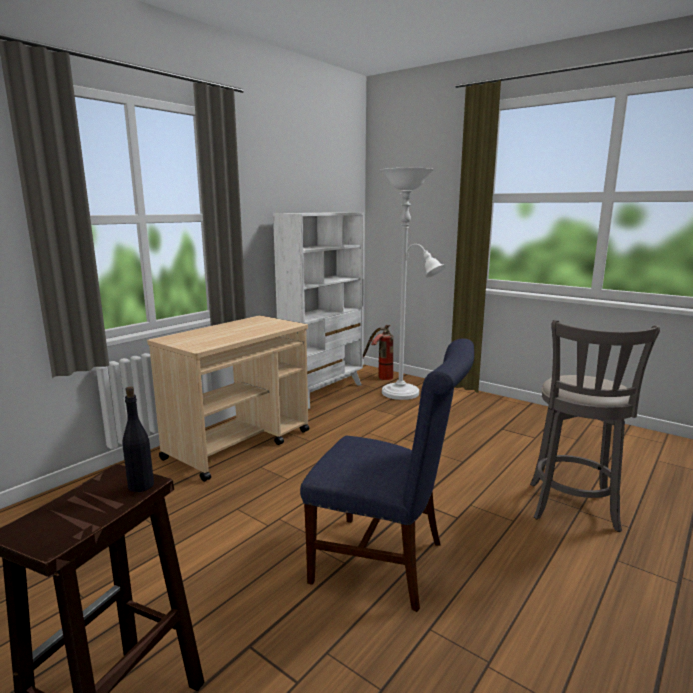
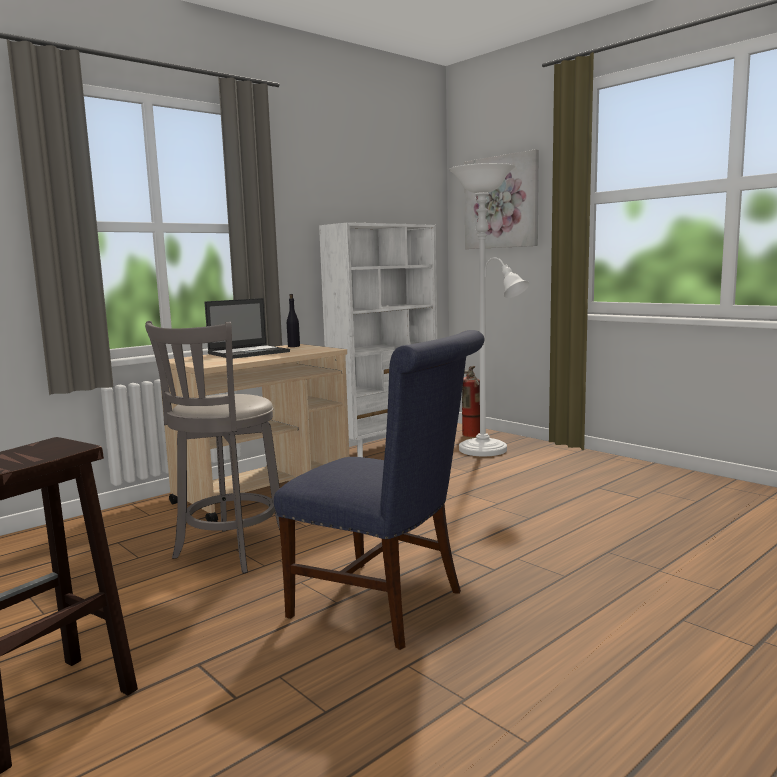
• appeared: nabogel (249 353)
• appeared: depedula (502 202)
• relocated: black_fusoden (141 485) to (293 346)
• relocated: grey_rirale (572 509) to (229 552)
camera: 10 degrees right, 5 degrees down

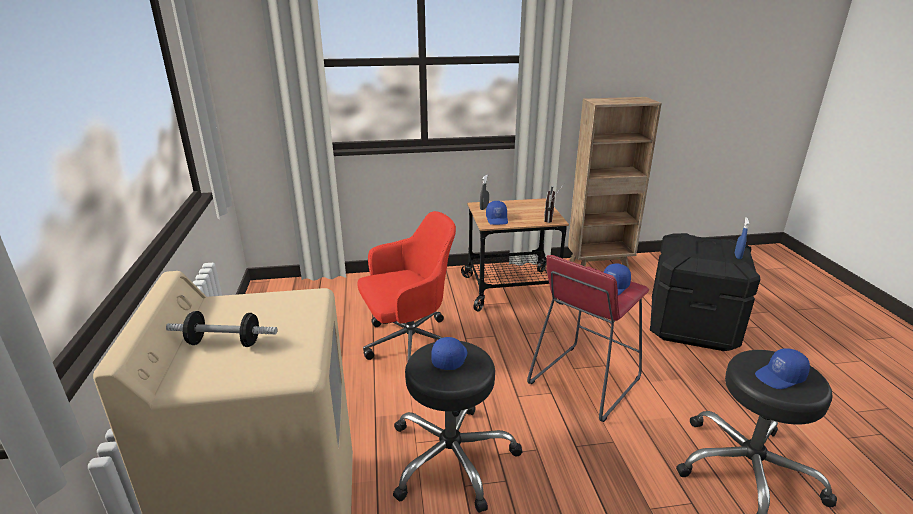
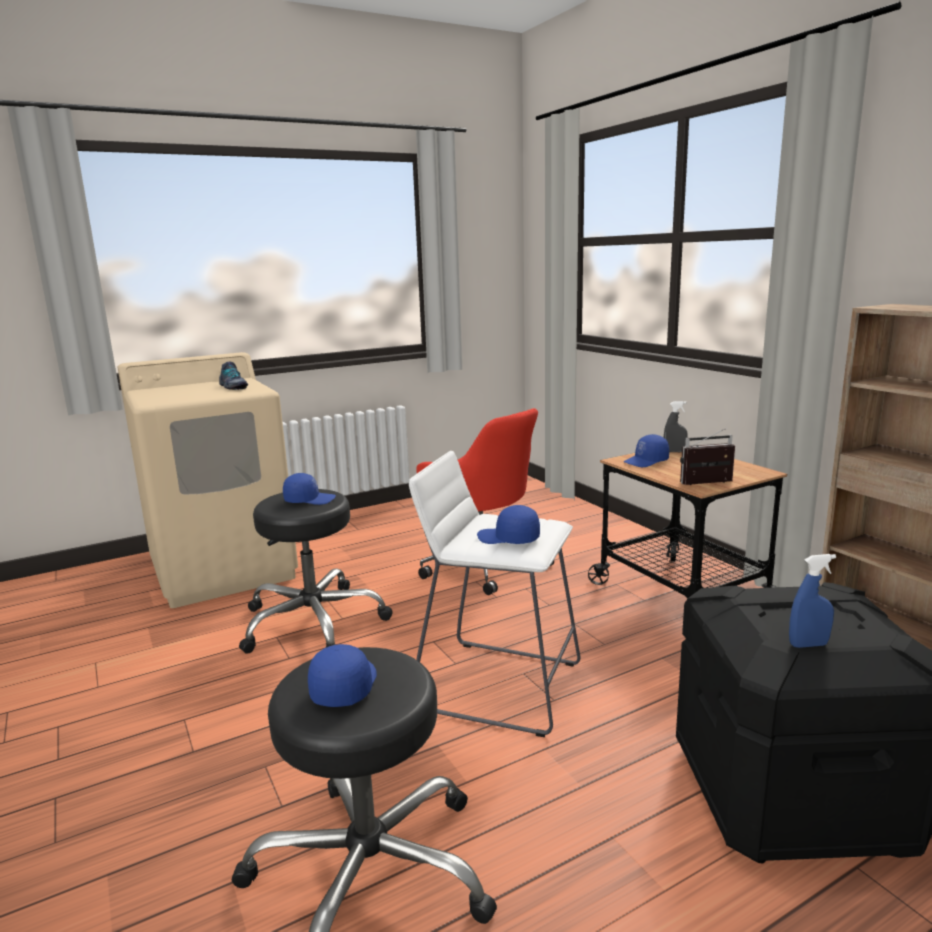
• missing: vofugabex (225 342)
• appeared: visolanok (233 387)
• colour: red_rirale (584 381) to white_rirale (498 686)
• spun: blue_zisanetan (780 377) = (343 686) 45 degrees clockwise
camera: 70 degrees right, 10 degrees down

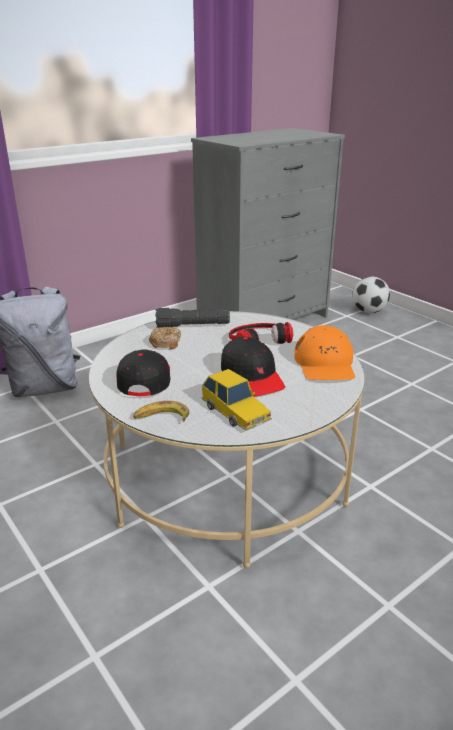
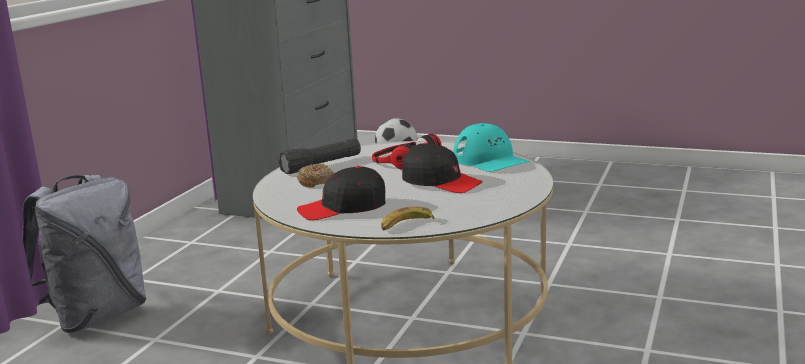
• missing: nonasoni (236 412)
• colour: orange_zisanetan (325 364) to turquoise_zisanetan (490 160)
• spun: black_zisanetan (145 380) = (343 208) 75 degrees counterclockwise
camera: 30 degrees left, 10 degrees down

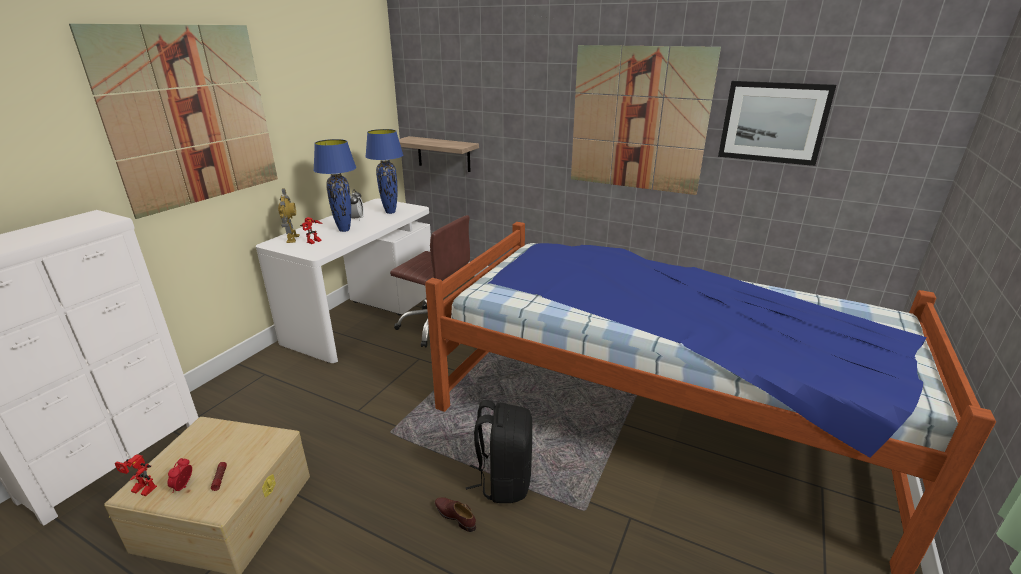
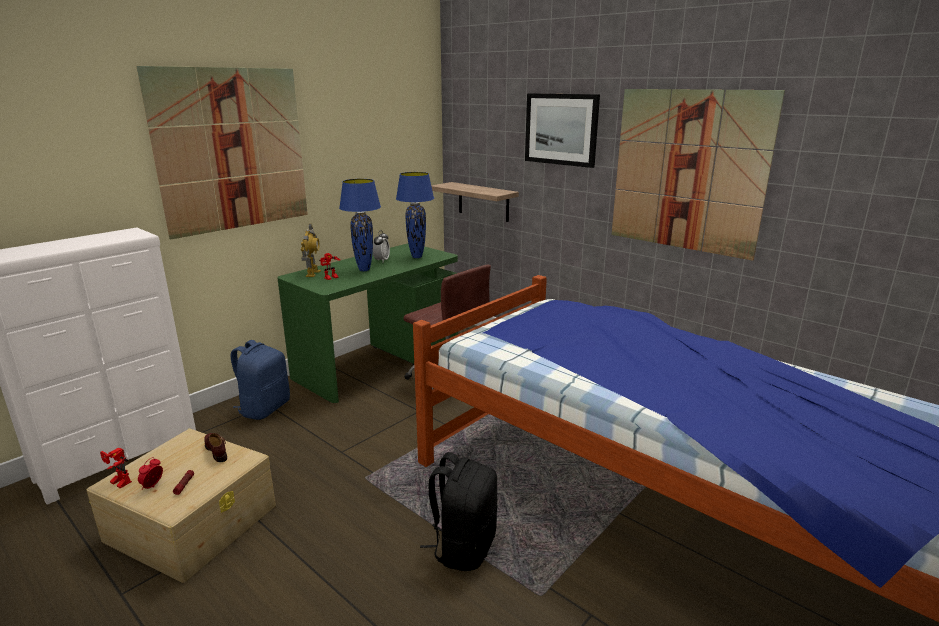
• appeared: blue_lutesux (264 408)
• relocated: brown_visolanok (455 516) to (216 450)
• relocated: depedula (773 122) to (561 129)
• colour: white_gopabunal (363 316) to green_gopabunal (378 362)
camera: 15 degrees right, 5 degrees down

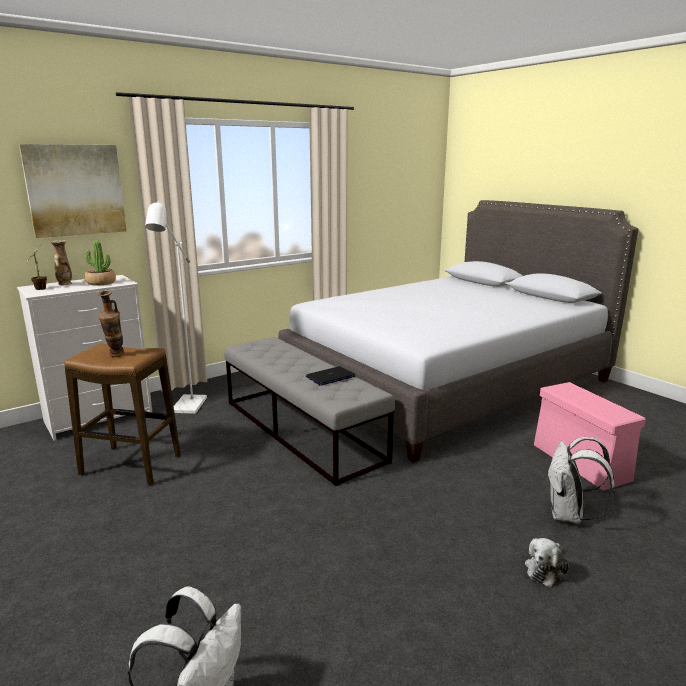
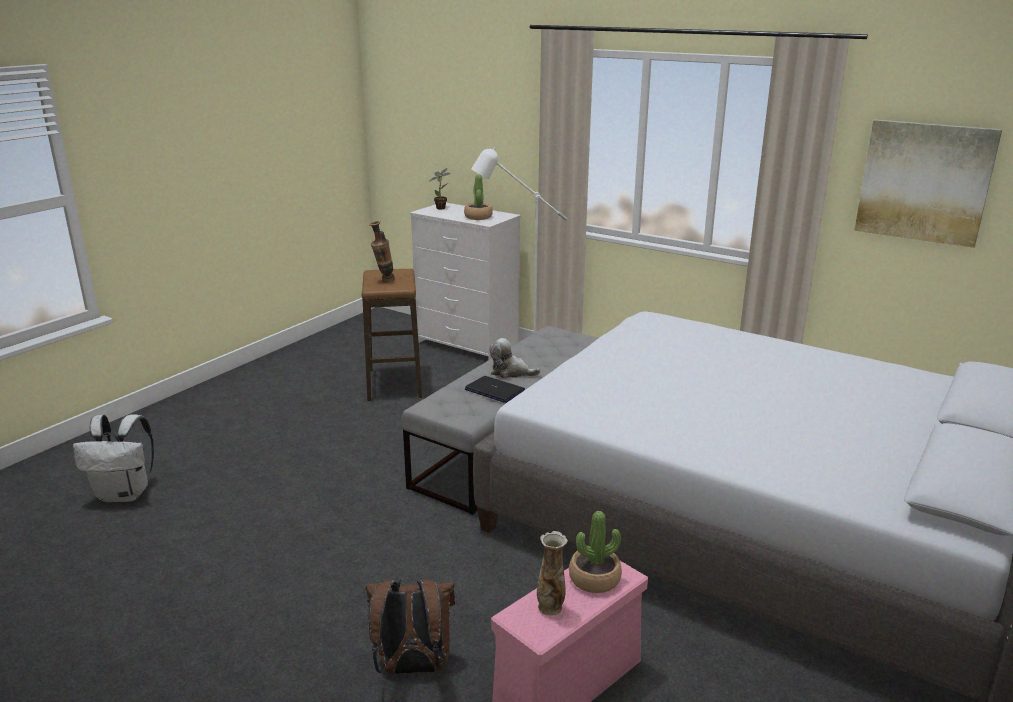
• appeared: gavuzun (594 579)
• relocated: depedula (75 190) to (924 182)
• relocated: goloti (65 284) to (550 607)
• relocated: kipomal (545 569) to (511 372)
• colour: white_lutesux (569 515) to brown_lutesux (412 667)
camera: 70 degrees right, 5 degrees up

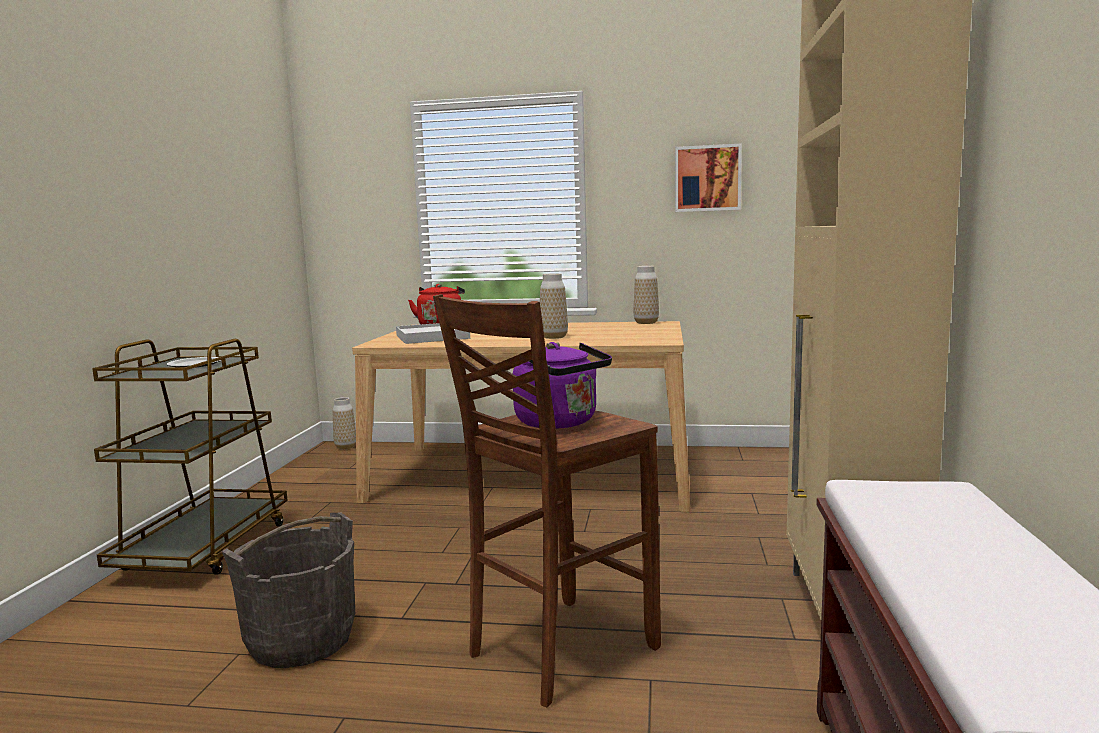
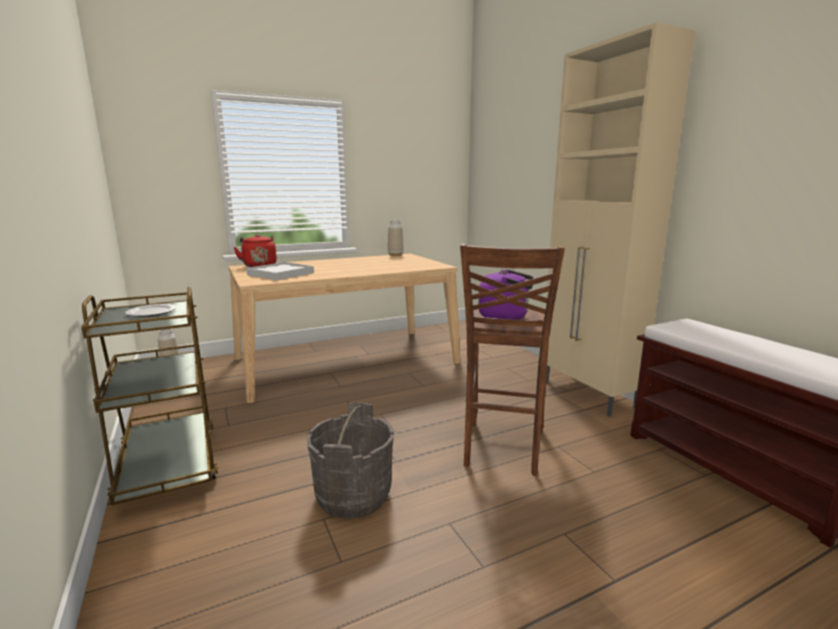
• missing: goloti (554 337)
• missing: depedula (707 178)
camera: 35 degrees left, 5 degrees up

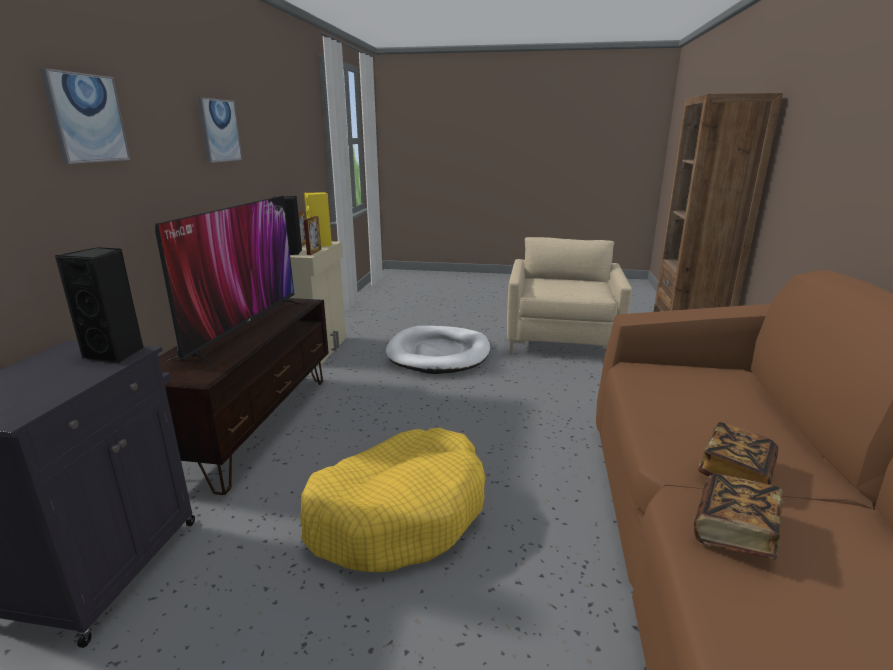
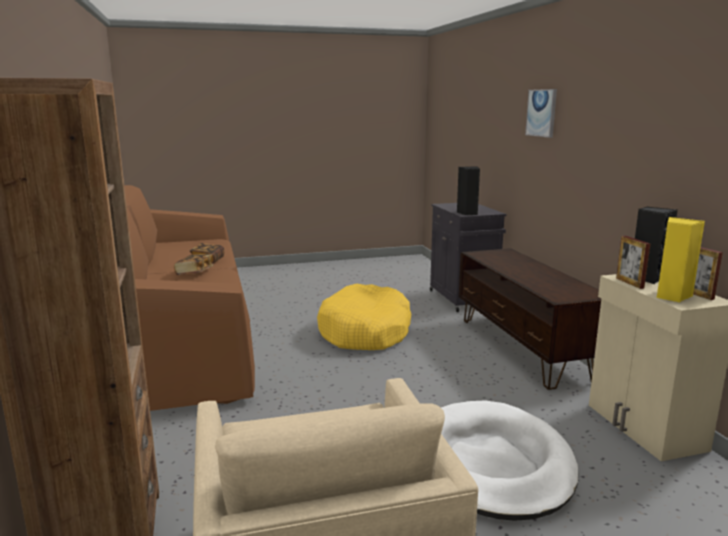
• missing: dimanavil (244 328)
• missing: depedula (219 130)
camera: 155 degrees right, 5 degrees down

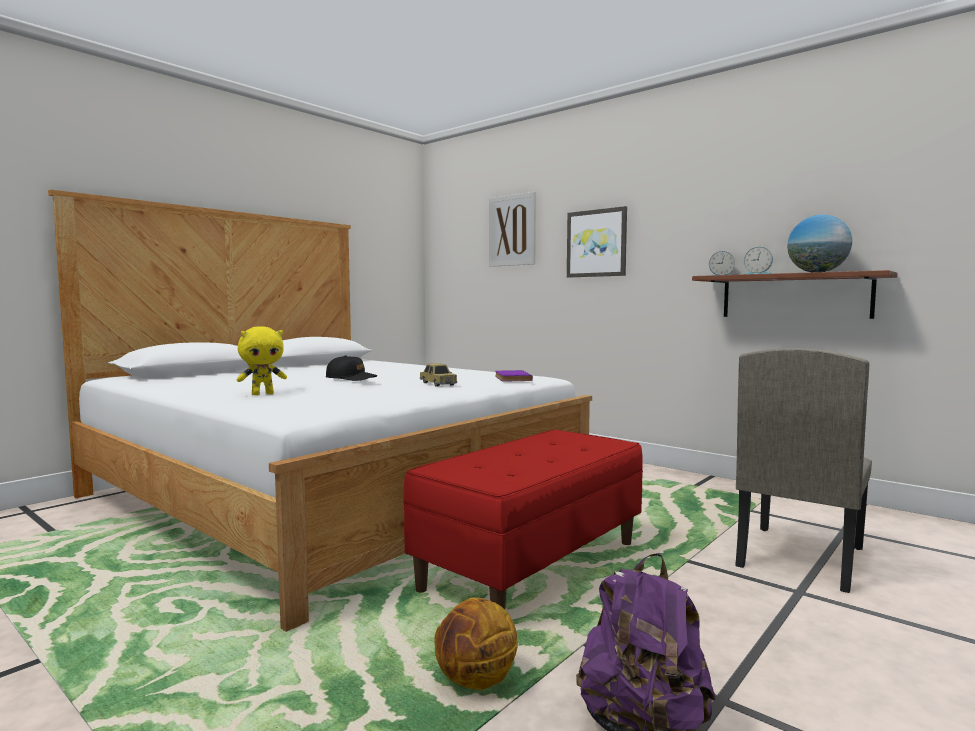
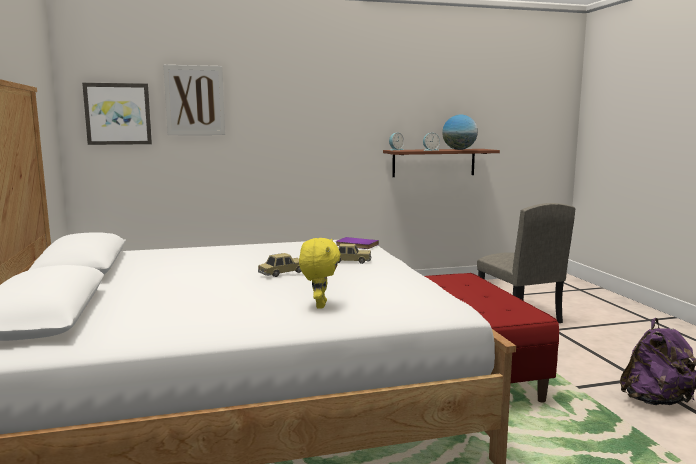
• missing: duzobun (476 681)
• relocated: depedula (596 243) to (118 114)
• exchanged: black_zisanetan (351 378) to nonasoni (282 273)
camera: 55 degrees left, 5 degrees up

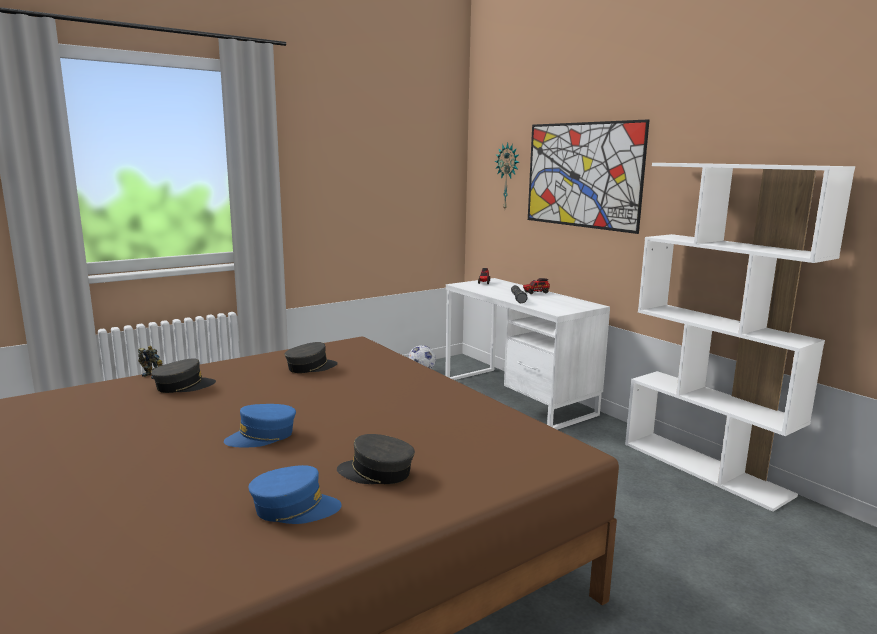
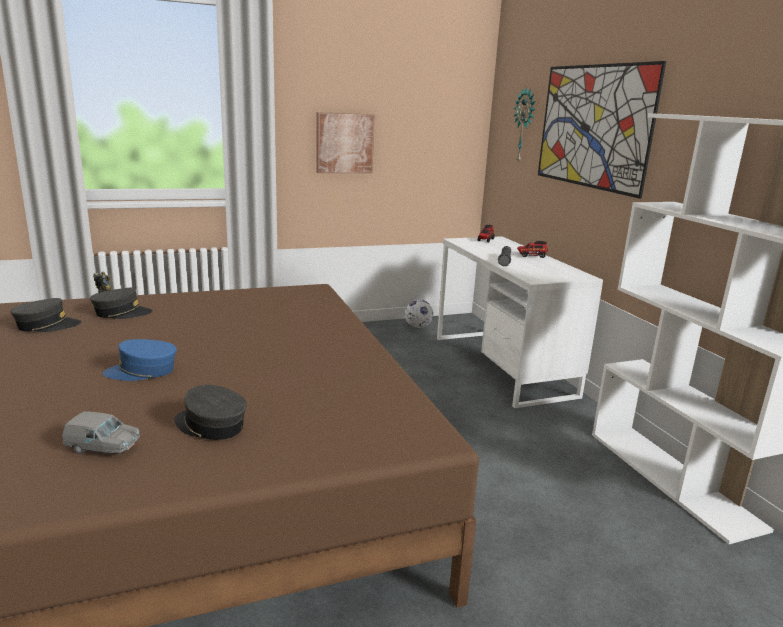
• appeared: depedula (344 143)
• relocated: grey_zisanetan (311 367) to (47 325)
• exchanged: blue_zisanetan (294 508) to grey_nonasoni (103 448)
camera: 15 degrees right, 5 degrees up

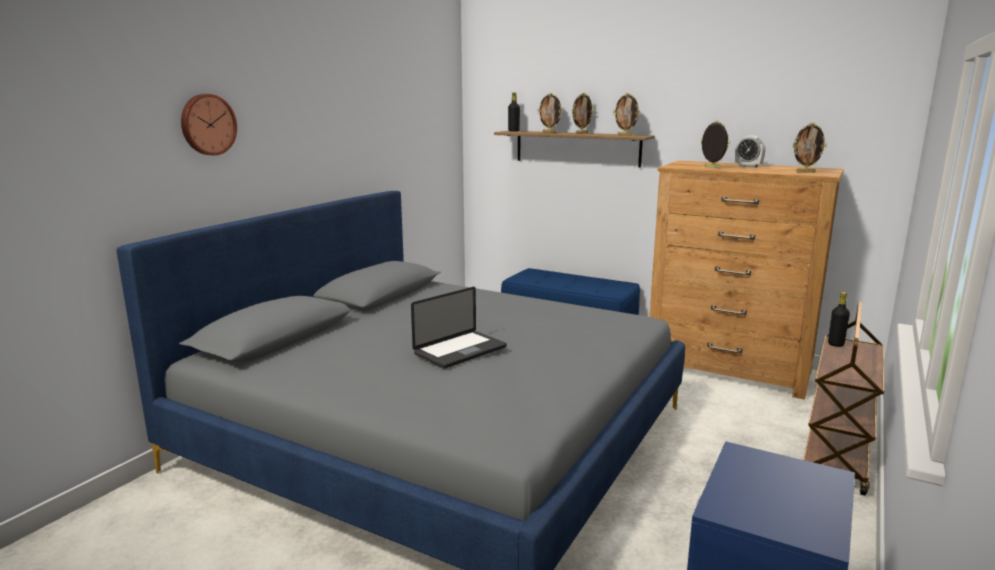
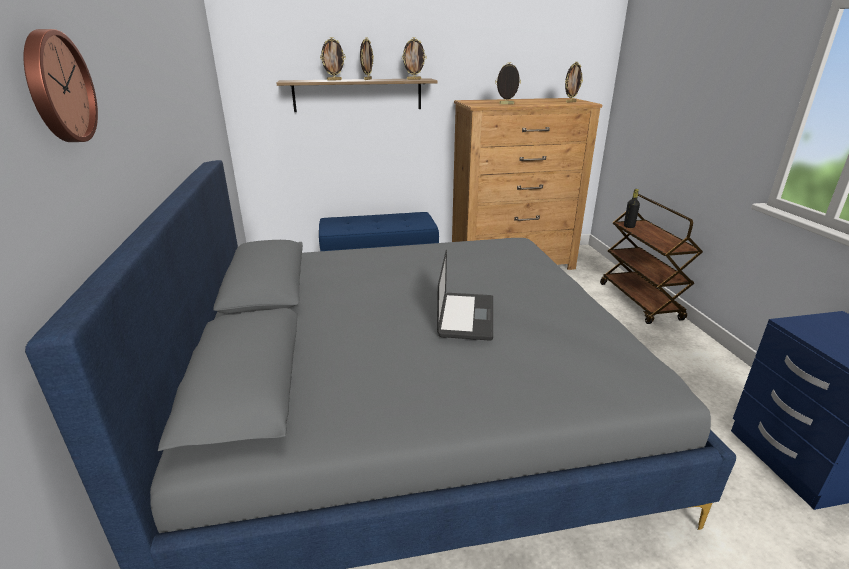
• missing: black_fusoden (513 131)
• missing: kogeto (748 166)
camera: 40 degrees left, 10 degrees up

